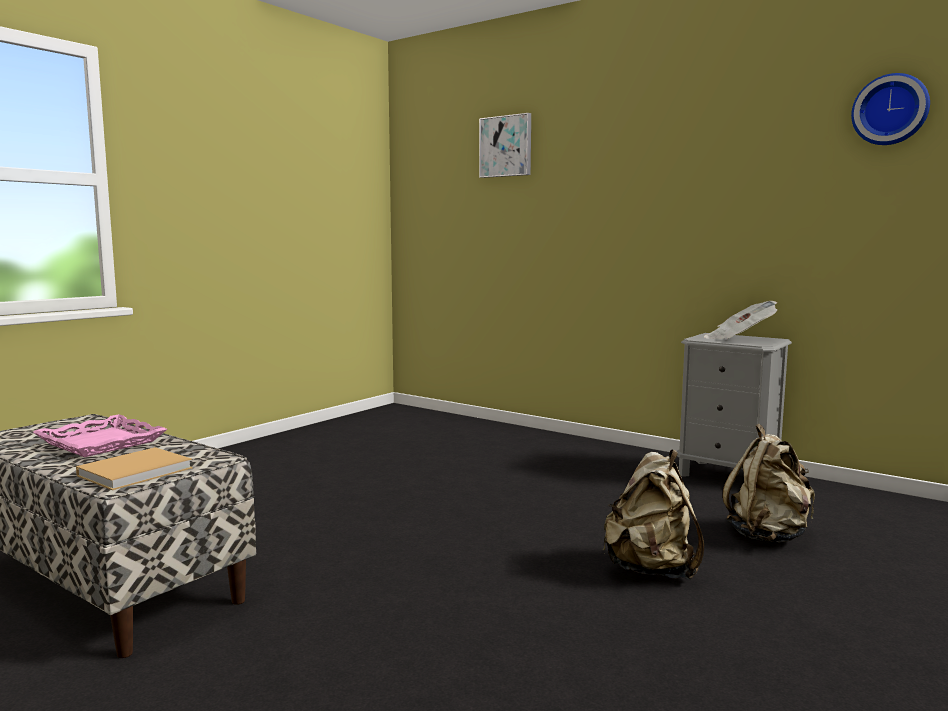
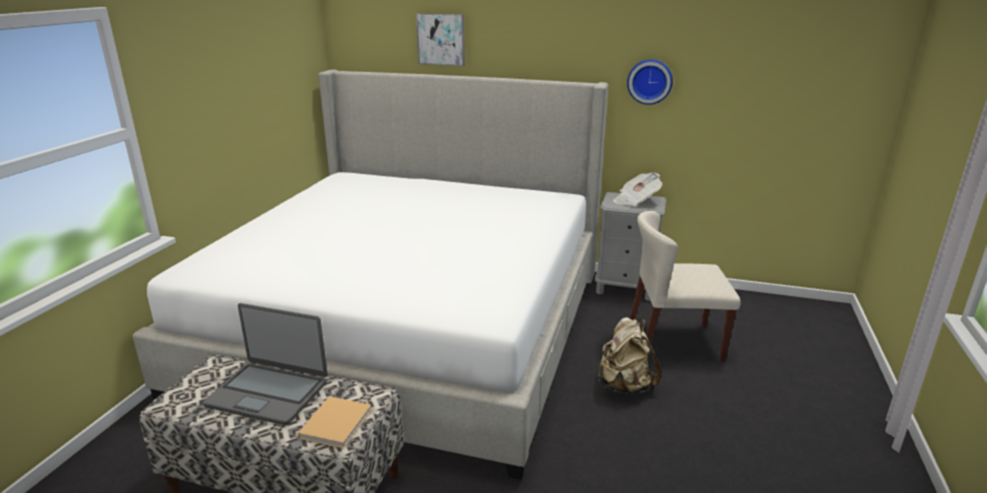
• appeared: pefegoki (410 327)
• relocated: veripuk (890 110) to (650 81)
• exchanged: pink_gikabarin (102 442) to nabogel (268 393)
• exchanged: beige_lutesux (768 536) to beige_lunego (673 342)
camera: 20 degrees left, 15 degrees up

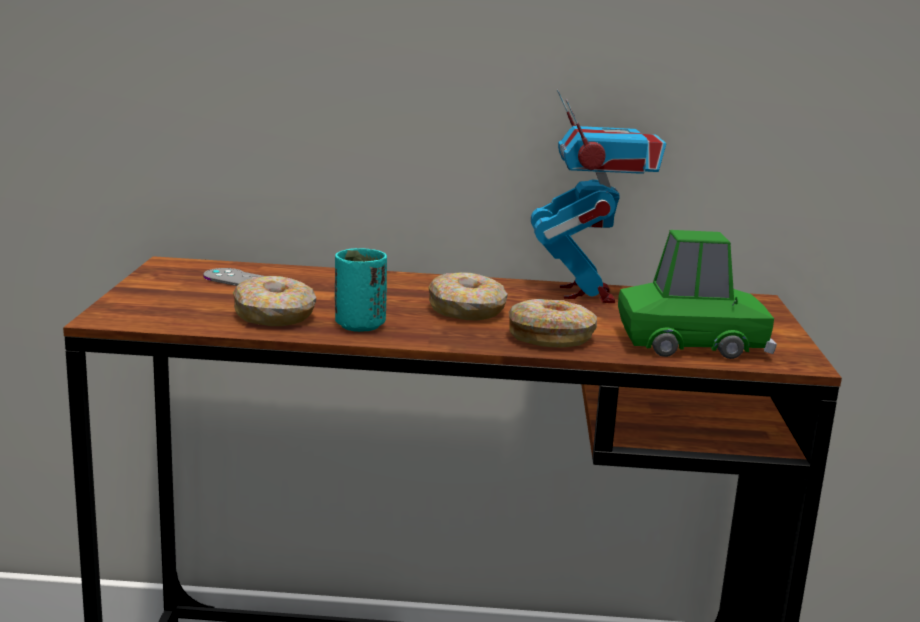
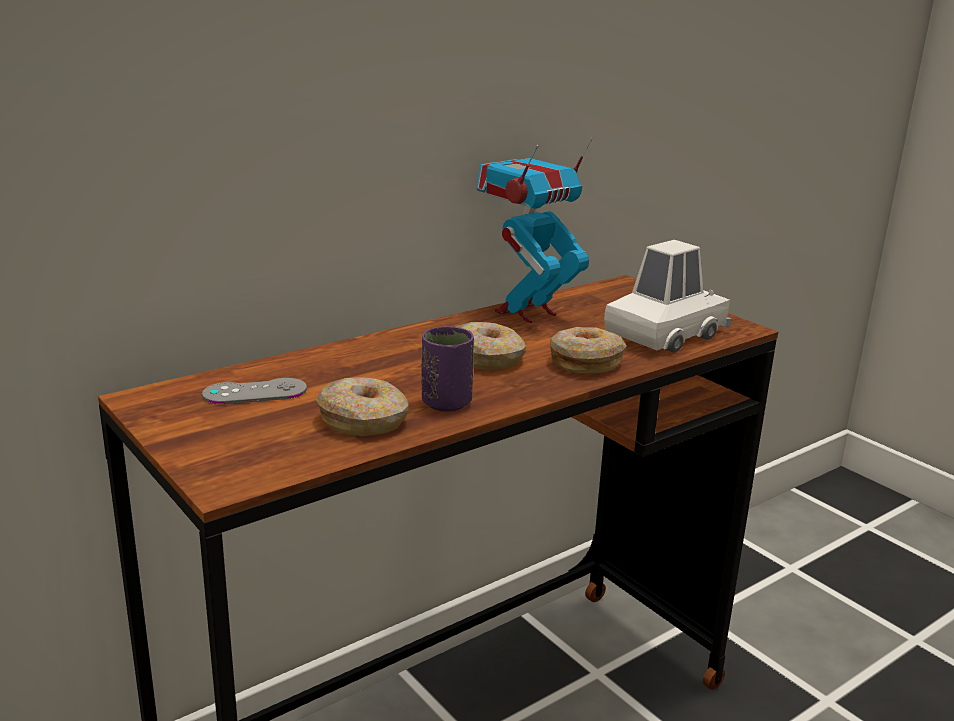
• colour: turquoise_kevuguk (359 325) to purple_kevuguk (446 403)
• colour: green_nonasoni (691 343) to white_nonasoni (666 334)
• spun: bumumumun (587 293) = (526 312) 90 degrees counterclockwise
camera: 40 degrees left, 5 degrees up

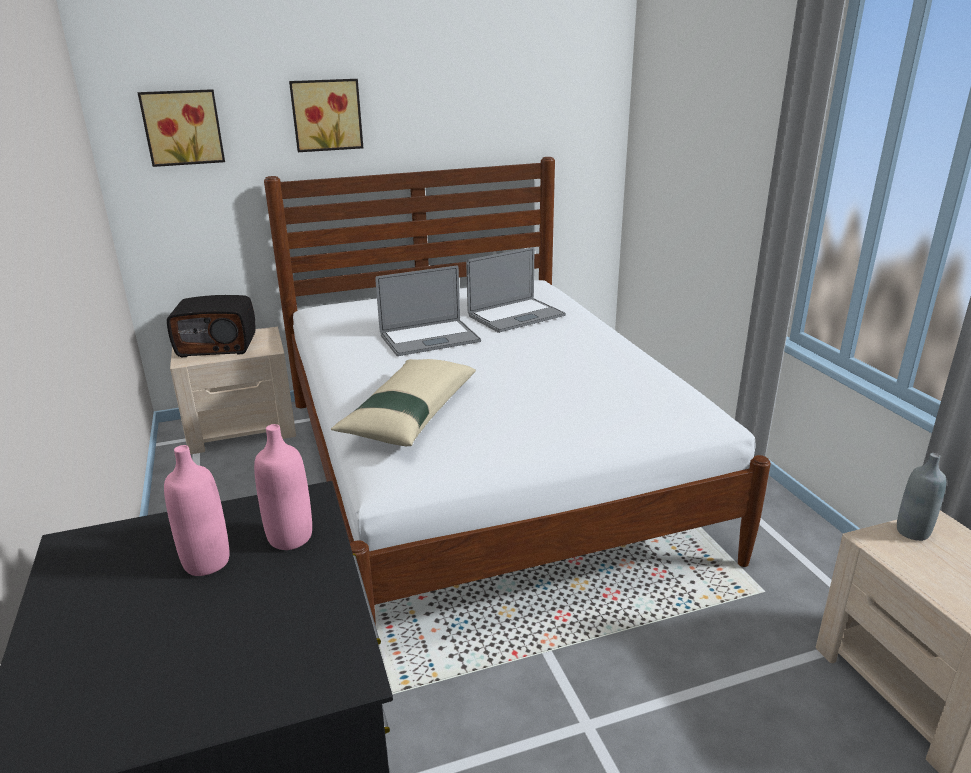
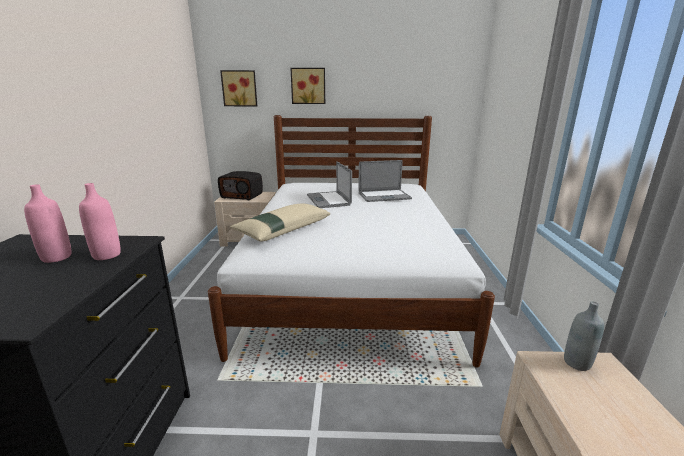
• spun: nabogel (429 338) = (328 200) 75 degrees clockwise
camera: 20 degrees right, 5 degrees down

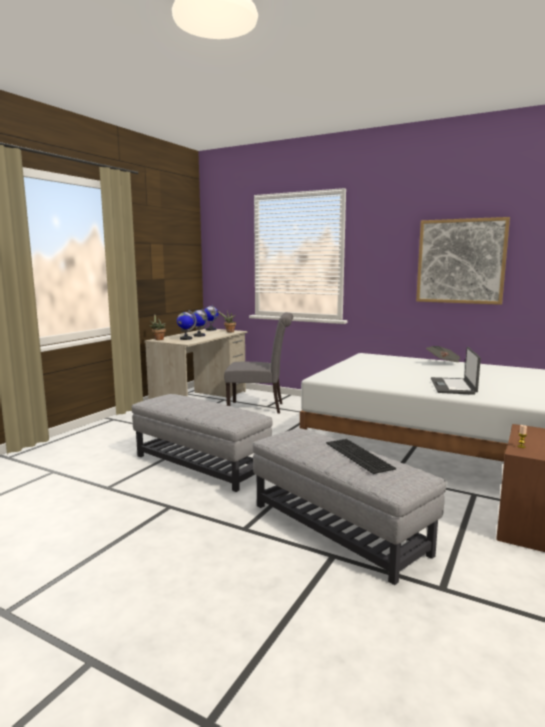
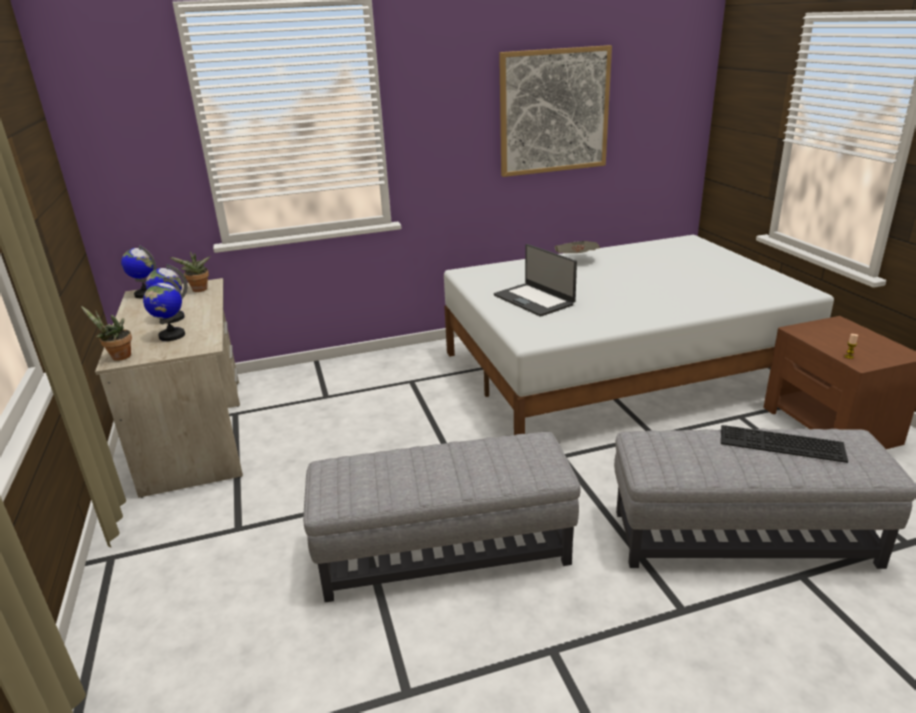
• missing: grey_lunego (259 407)
• relocated: nabogel (453 386) to (534 300)
camera: 45 degrees left, 15 degrees up

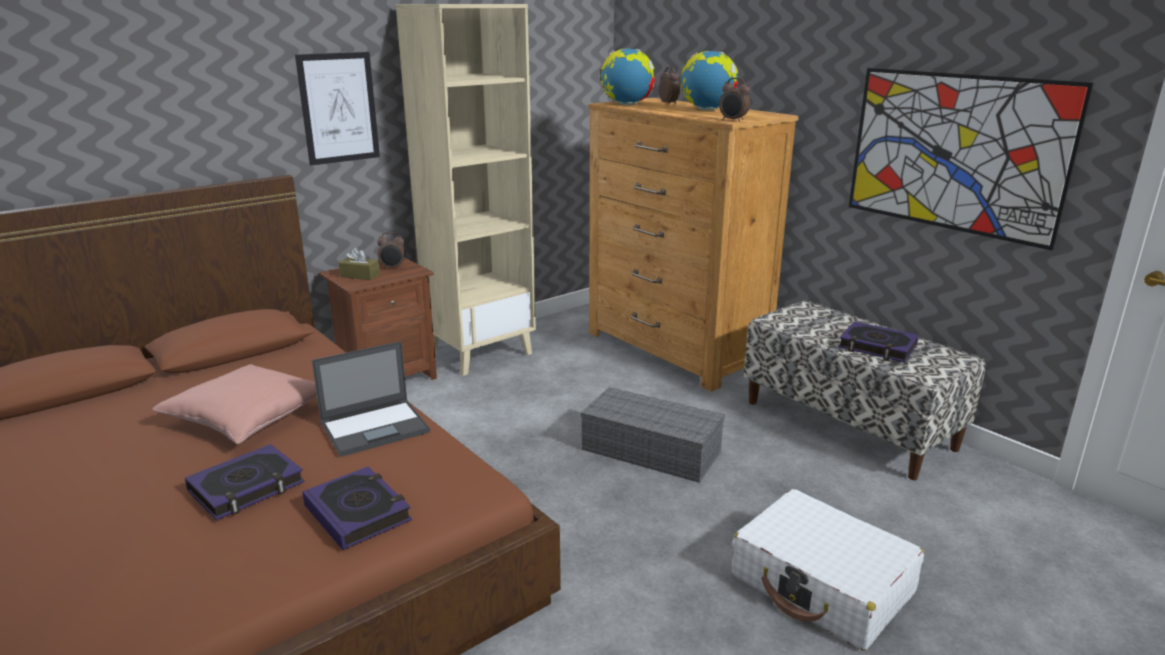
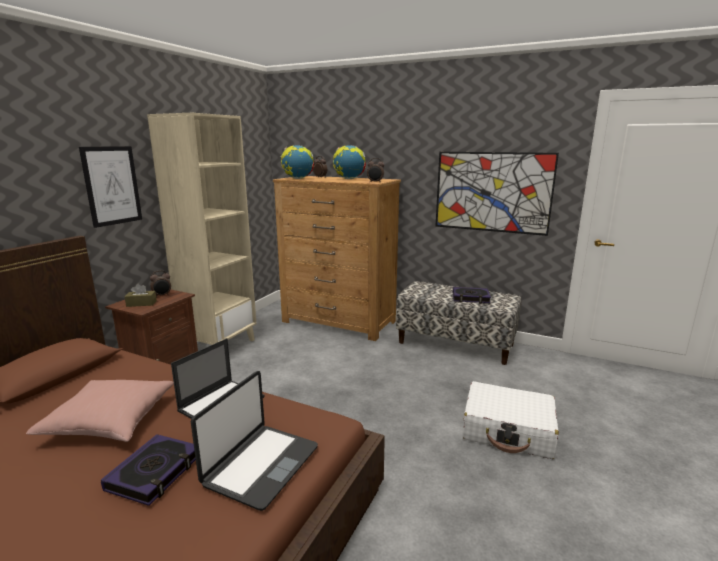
• missing: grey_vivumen (653 450)
• exchanged: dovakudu (358 513) to nabogel (260 465)
camera: 25 degrees left, 5 degrees down

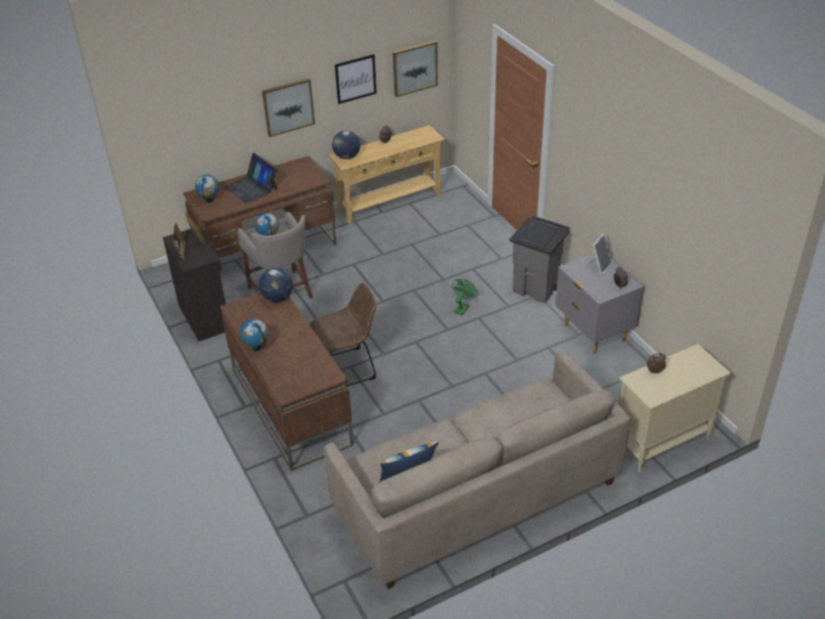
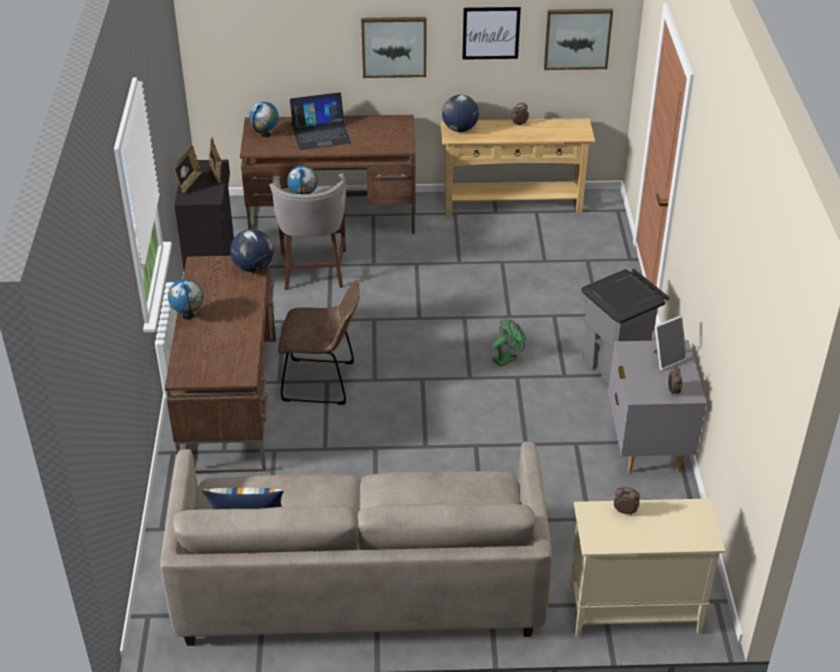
• spun: nabogel (251 188) = (321 134) 90 degrees counterclockwise
camera: 25 degrees right, 0 degrees up

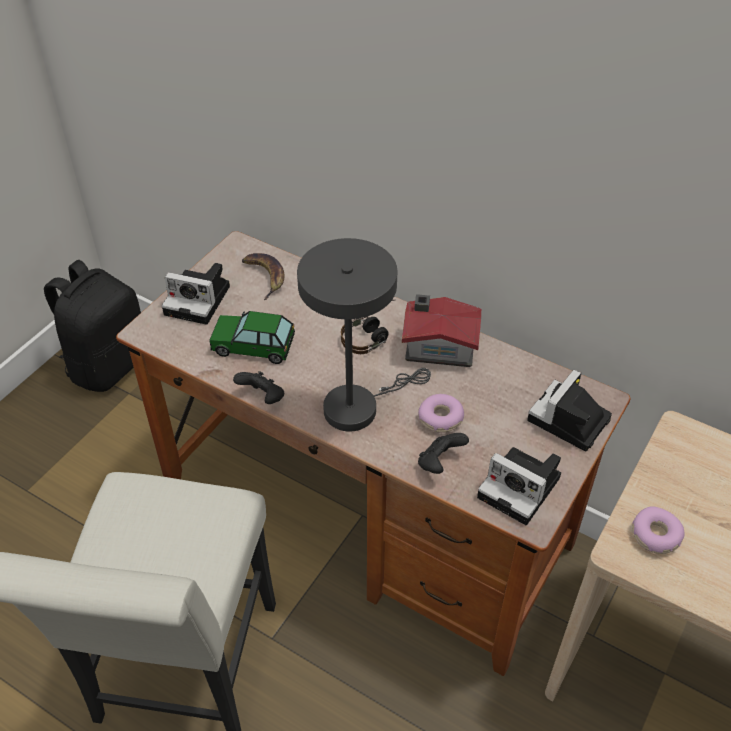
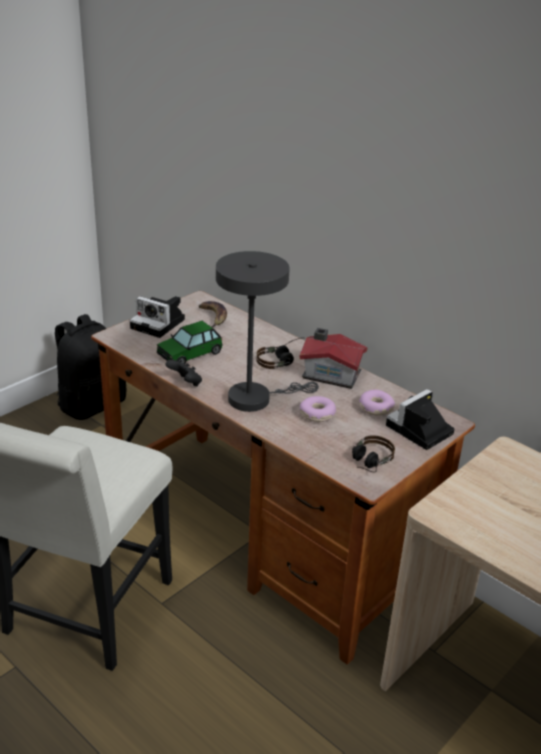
• missing: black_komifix (439 463)
• relocated: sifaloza (655 535) to (375 408)
• exchanged: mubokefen (522 488) to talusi (367 463)
• spun: nonasoni (253 345) = (189 354) 60 degrees counterclockwise
camera: 10 degrees right, 15 degrees down

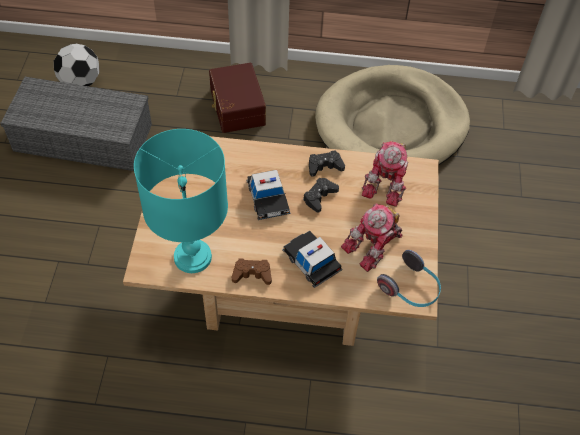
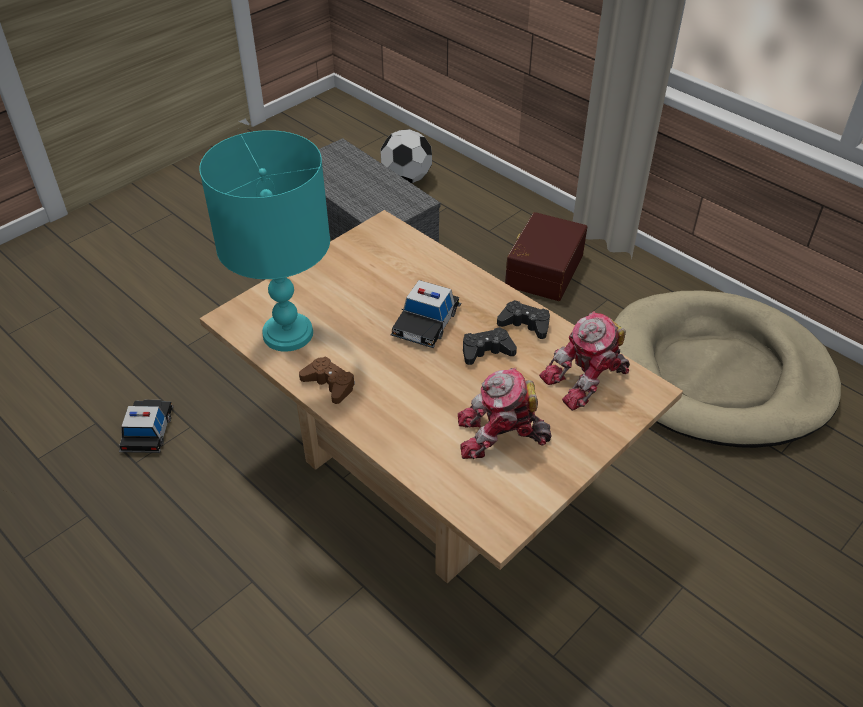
• missing: talusi (411 288)
• relocated: nonasoni (311 261) to (148 430)
camera: 40 degrees right, 10 degrees down

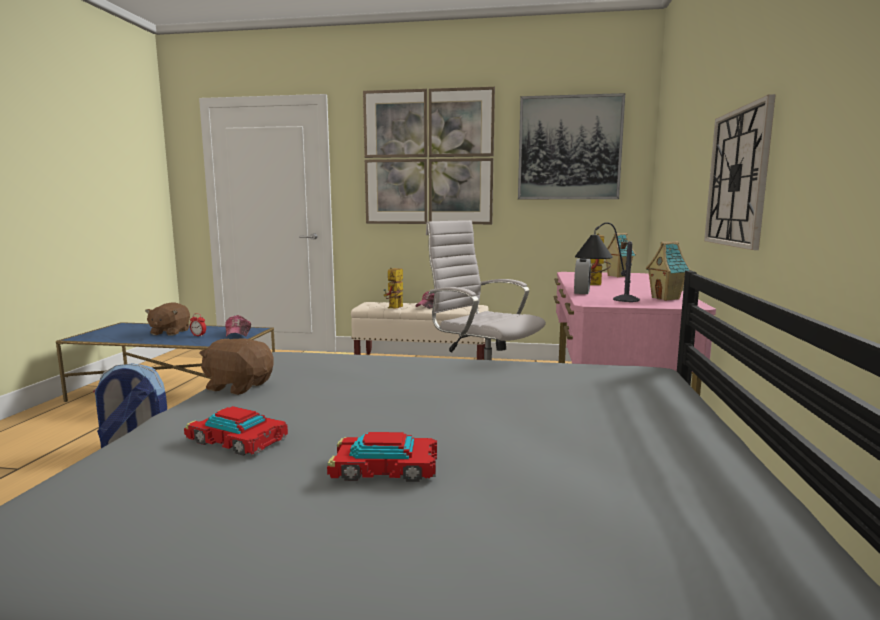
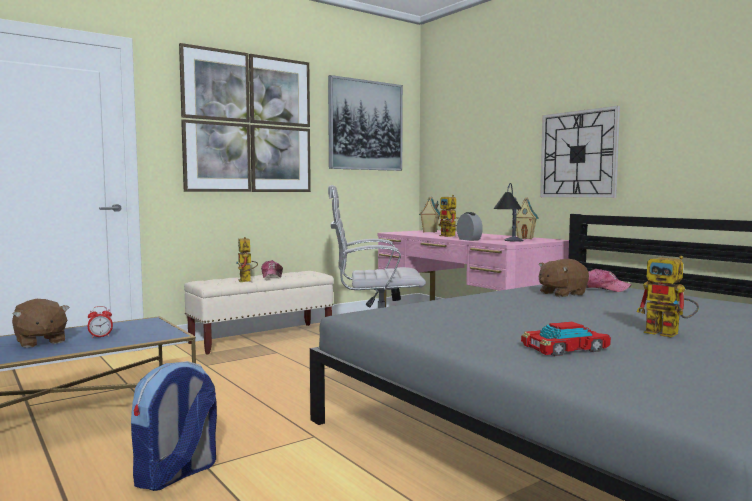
• relocated: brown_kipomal (239 386) to (561 294)
• relocated: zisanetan (238 333) to (602 289)
• exchanged: nonasoni (385 469) to bumumumun (669 334)
camera: 45 degrees left, 5 degrees down

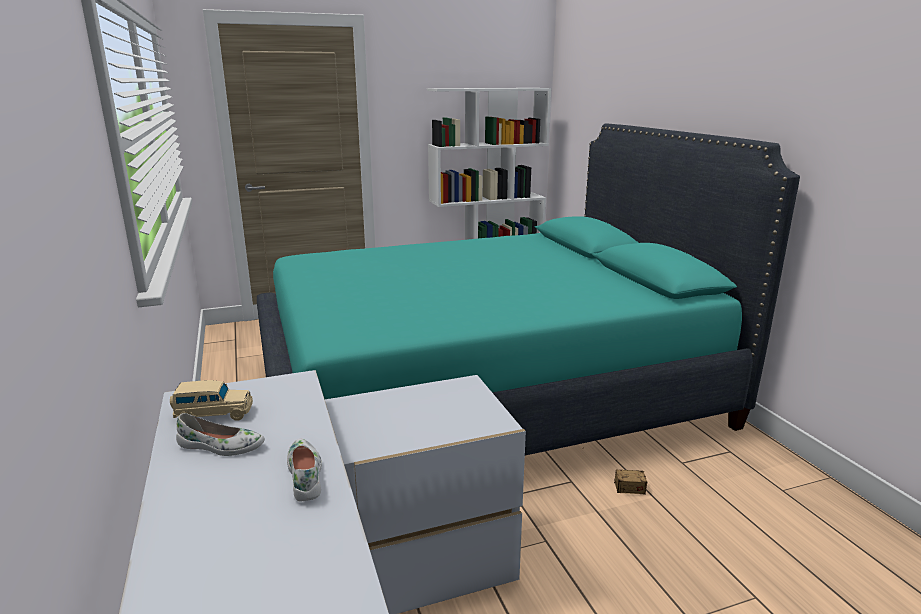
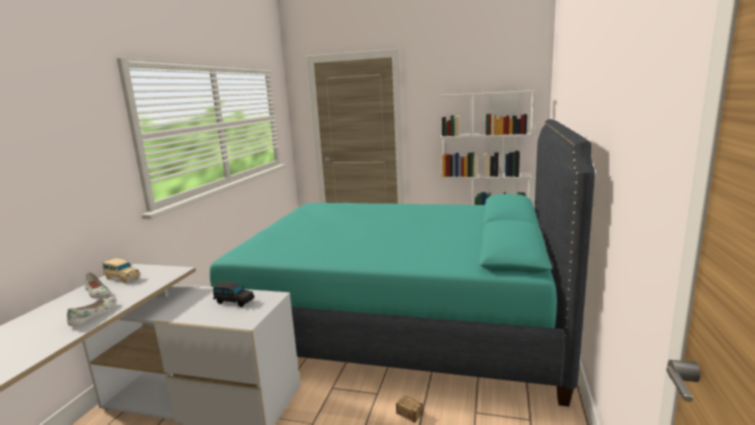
• appeared: black_nonasoni (234 301)
camera: 35 degrees right, 5 degrees down

